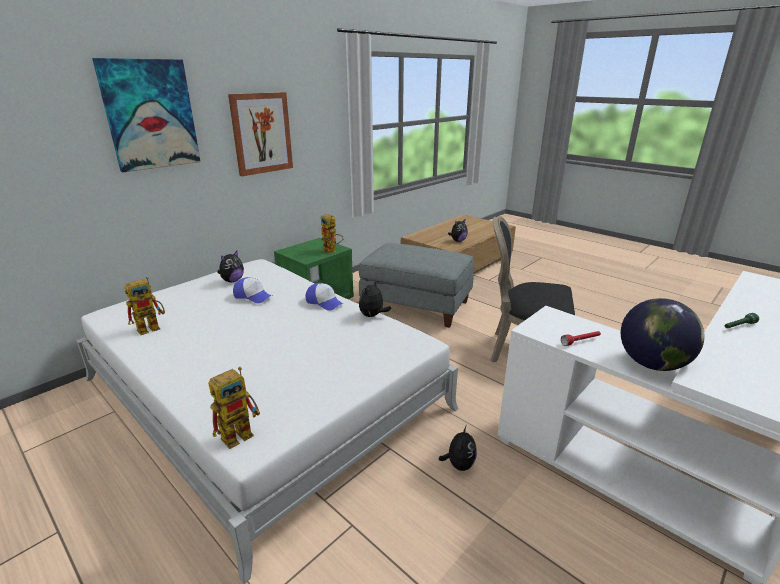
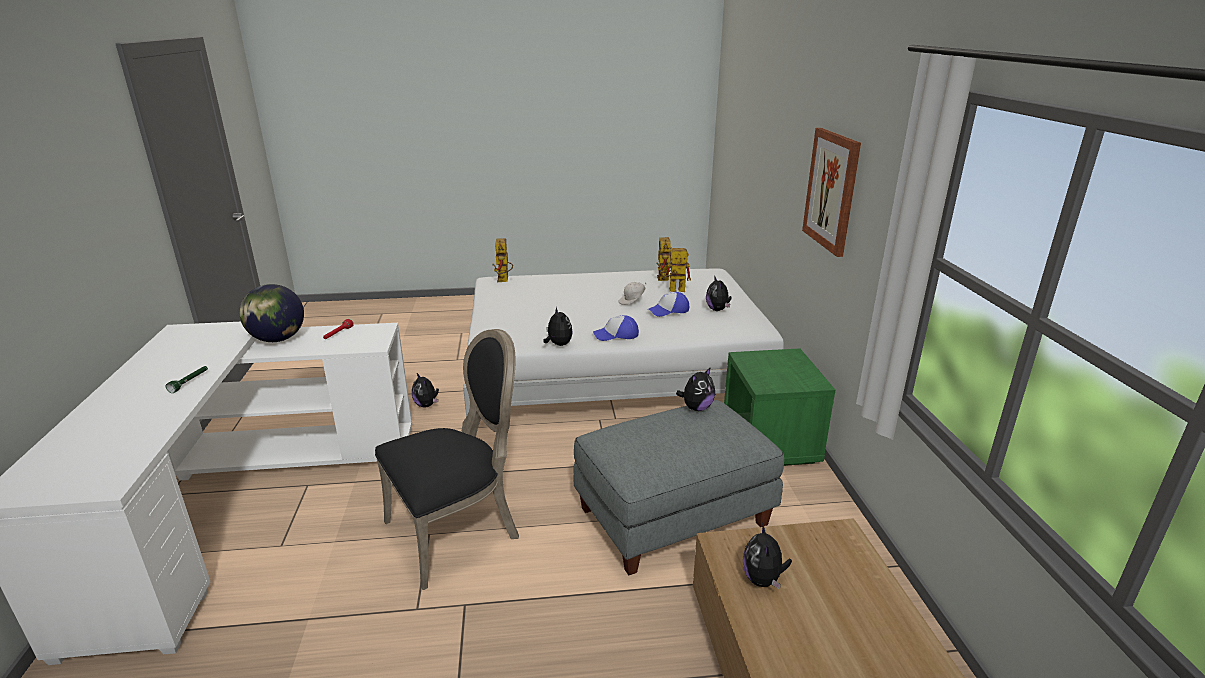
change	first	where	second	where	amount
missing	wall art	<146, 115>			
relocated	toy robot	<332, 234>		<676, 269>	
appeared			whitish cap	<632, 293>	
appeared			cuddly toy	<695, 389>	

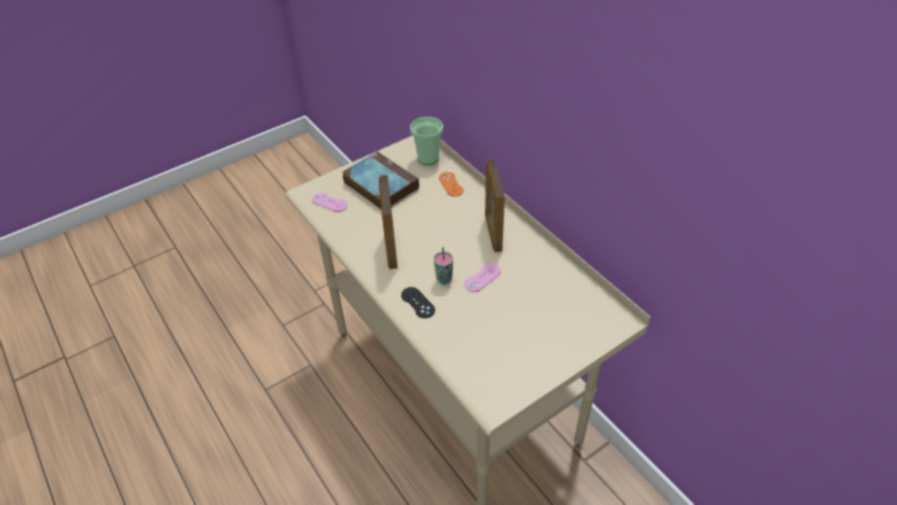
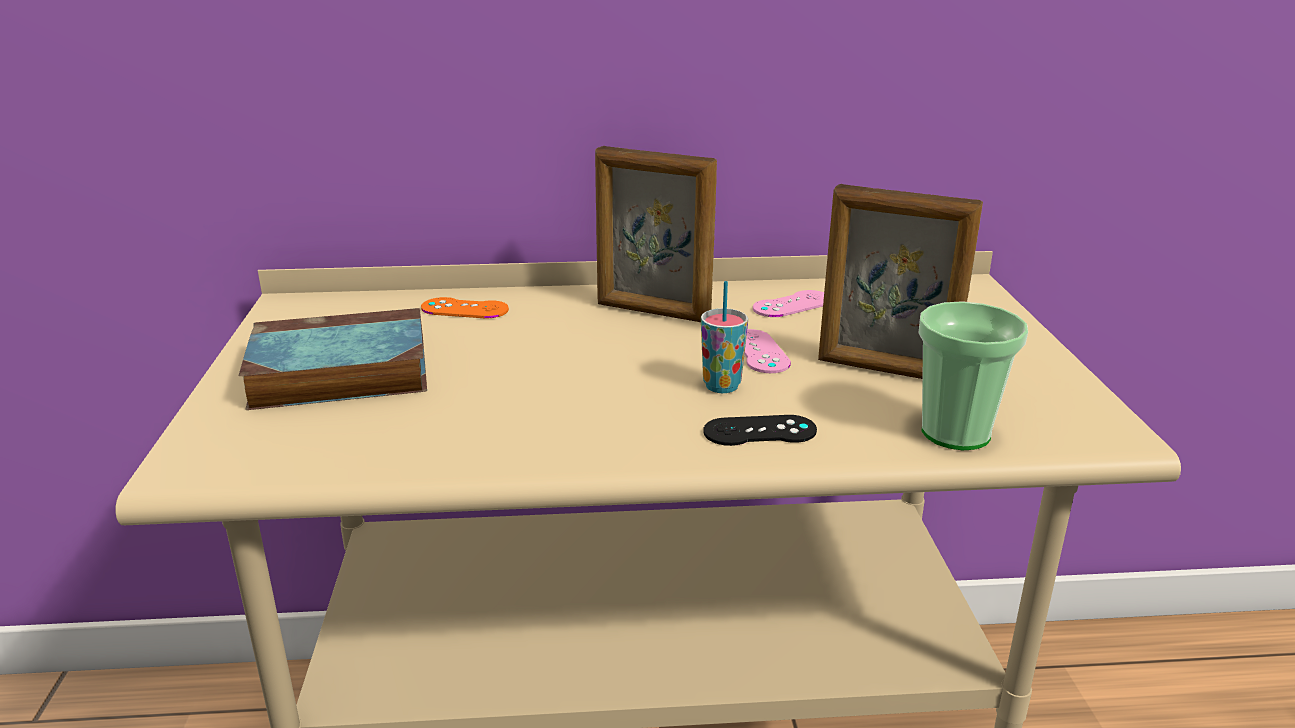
change	first	where	second	where	amount
relocated	small cup	<426, 141>		<973, 375>	
relocated	photo frame	<388, 222>		<900, 281>	
relocated	pinkish joypad	<329, 202>		<788, 303>	

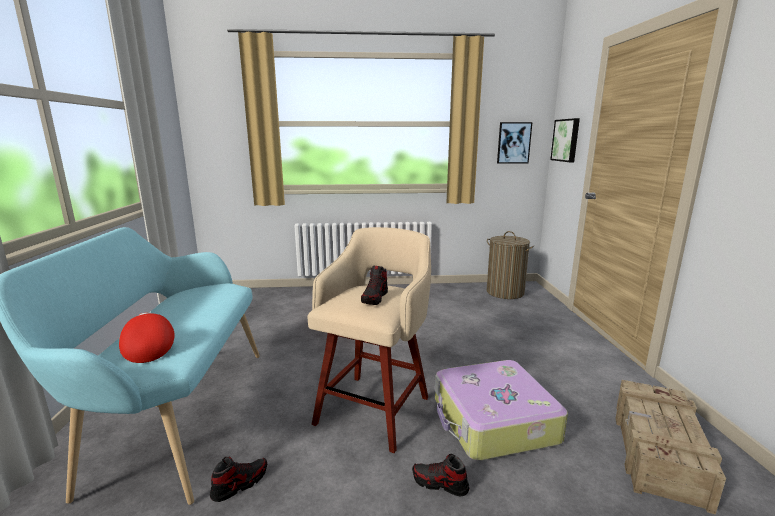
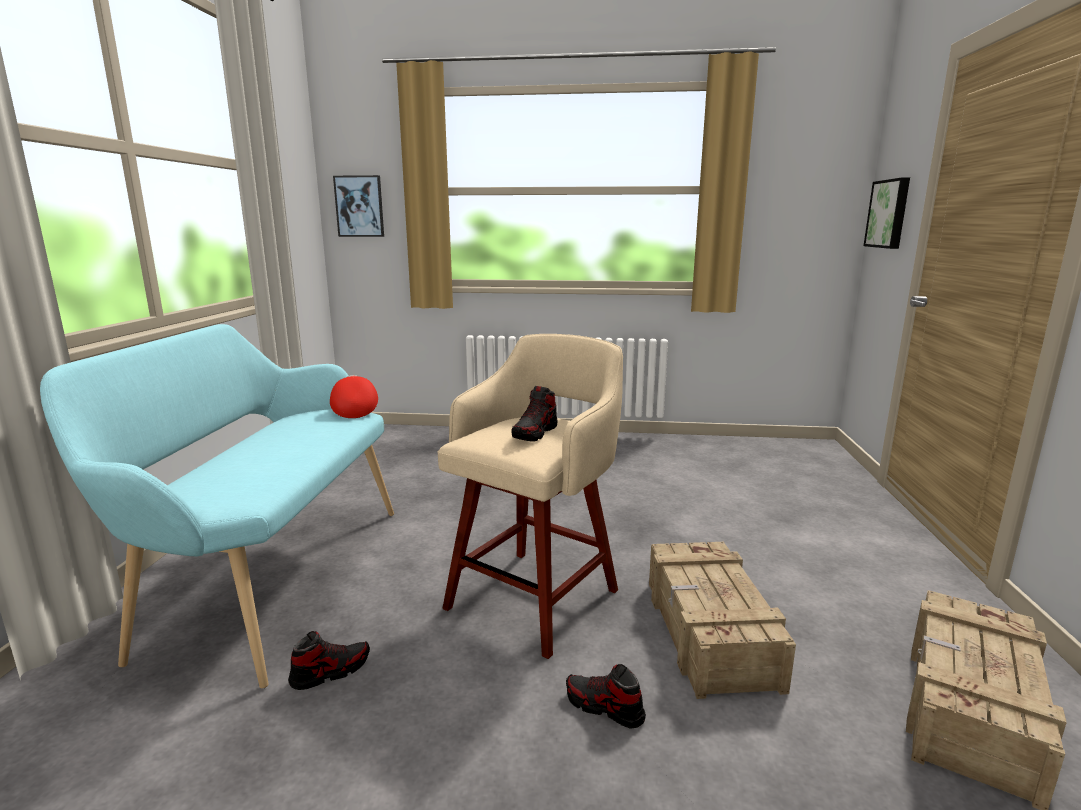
change	first	where	second	where	amount
relocated	wall art	<514, 143>		<358, 206>	
missing	hamper	<510, 265>			
relocated	red-coloured cap	<147, 337>		<354, 396>	
exchanged	travel case	<501, 410>	shipping crate	<722, 620>	

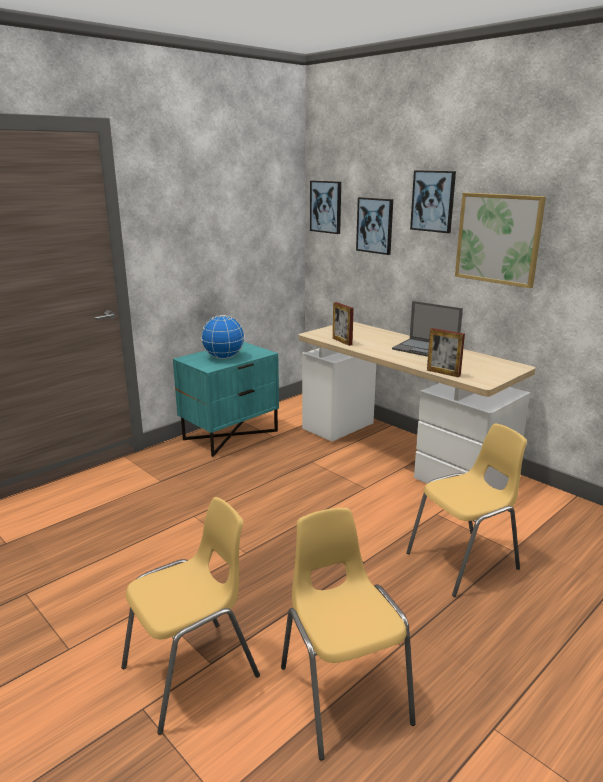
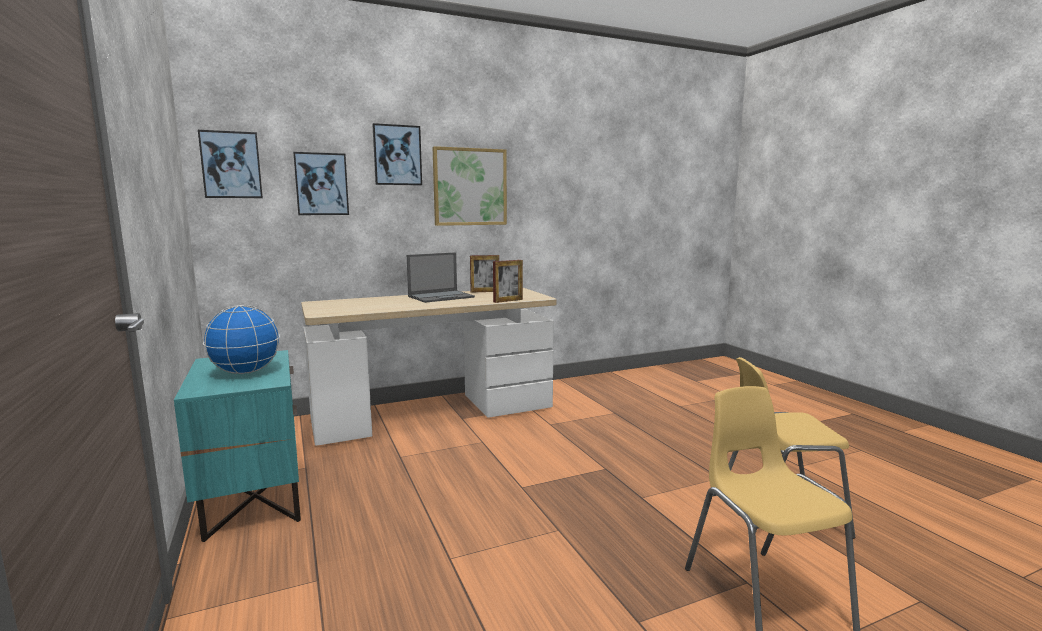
change	first	where	second	where	amount
relocated	photo frame	<343, 324>		<484, 274>	
missing	yellow plain chair	<466, 510>			

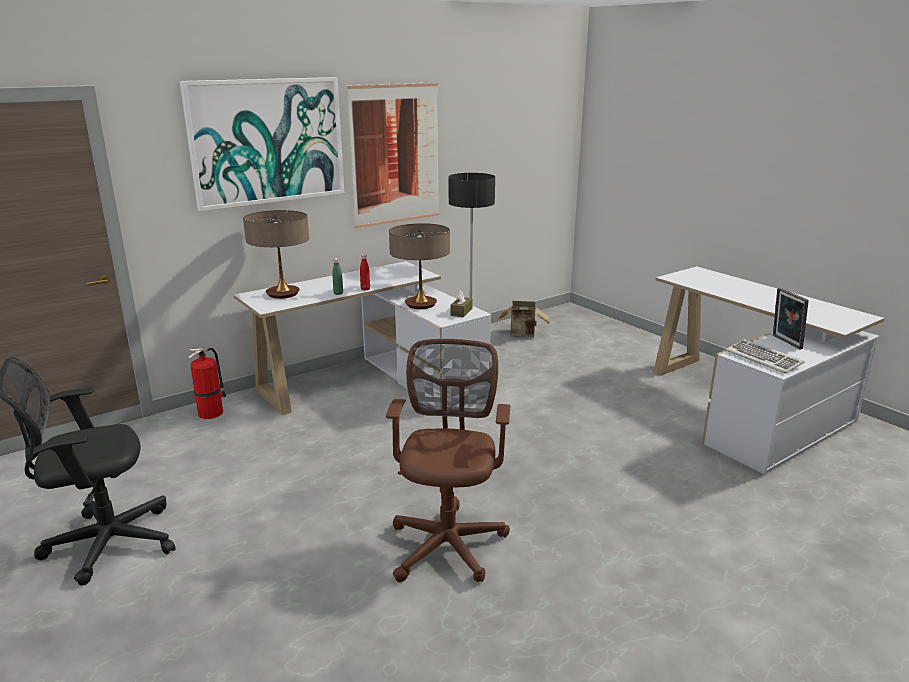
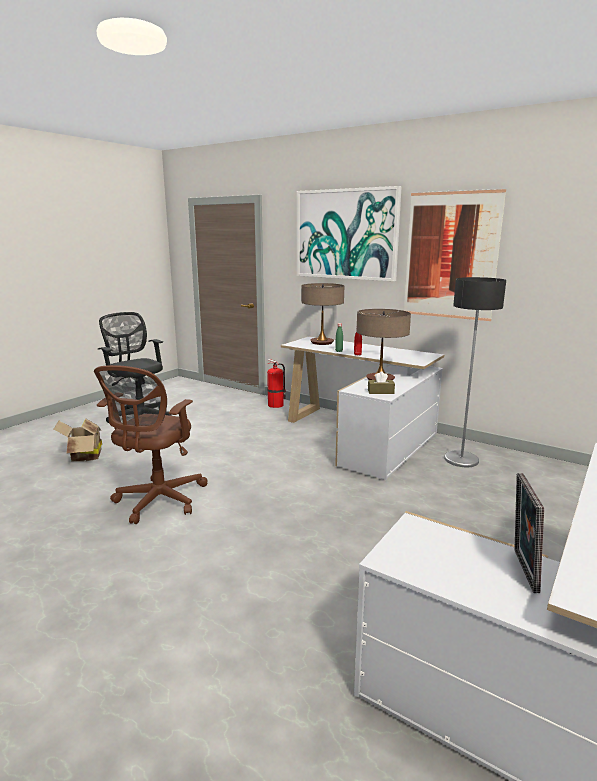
change	first	where	second	where	amount
spun	photo frame	<791, 318>		<529, 533>	45 degrees counterclockwise
relocated	cardboard box	<523, 319>		<78, 440>	
spun	brownish desk chair	<448, 460>		<151, 444>	120 degrees clockwise
missing	PC keyboard	<765, 356>			

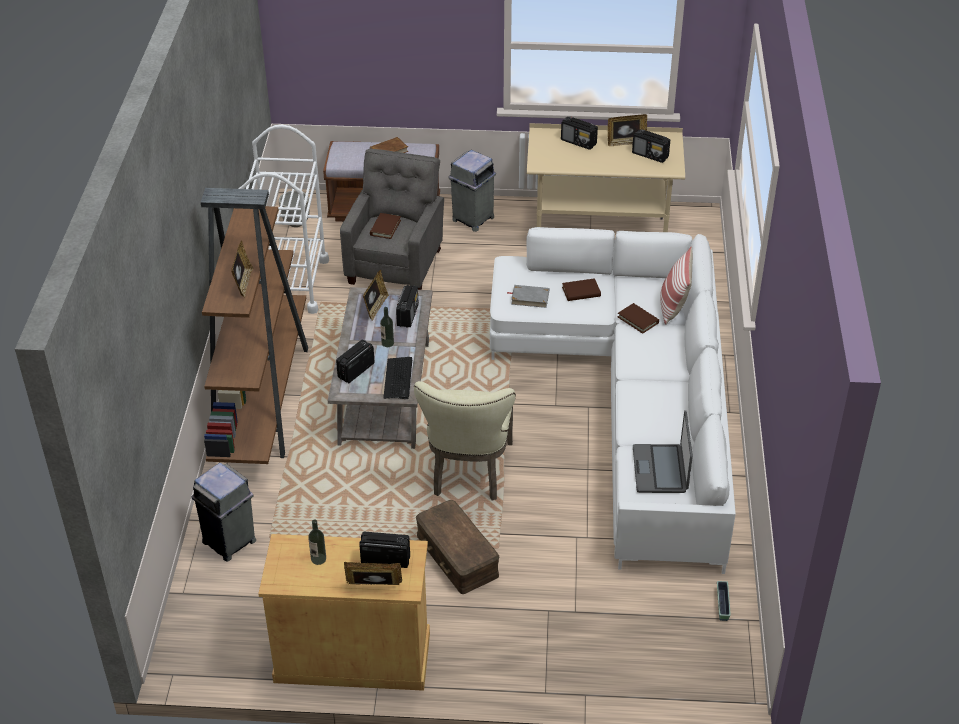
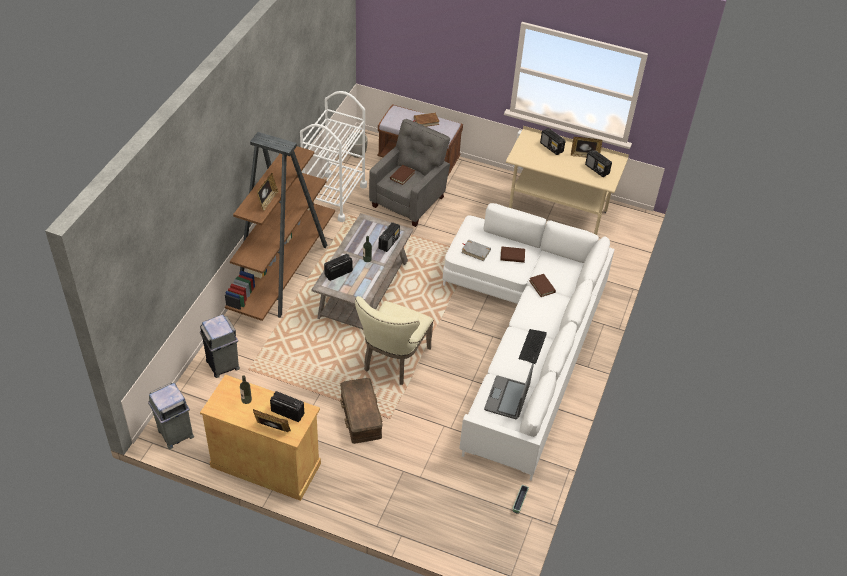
change	first	where	second	where	amount
relocated	greyish waste bin	<472, 191>		<171, 416>	
missing	pillow	<676, 285>			
missing	photo frame	<376, 295>			
relocated	PC keyboard	<397, 378>		<532, 346>	

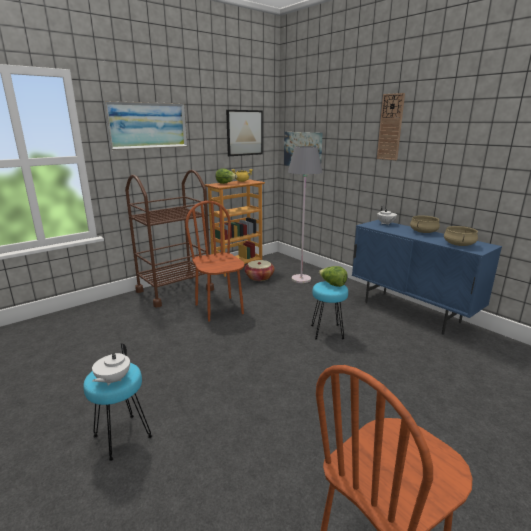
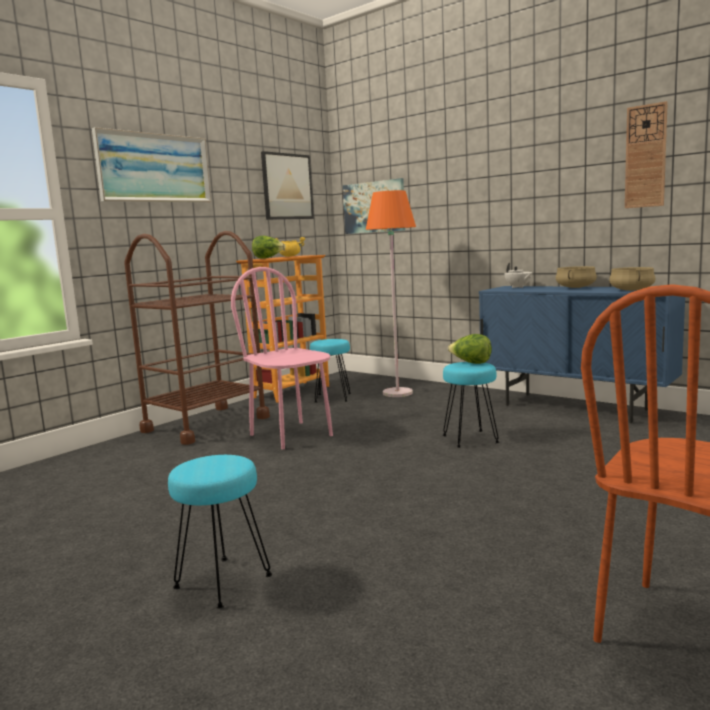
change	first	where	second	where	amount
relocated	hanging clock	<391, 126>		<646, 154>	
colour	greyish floor lamp	<305, 214>	orange-coloured floor lamp	<391, 293>	
colour	brownish plain chair	<215, 261>	pinkish plain chair	<282, 358>	
exchanged	storage basket	<259, 270>	turquoise-coloured stool	<330, 371>	
missing	whitish teapot	<111, 364>			

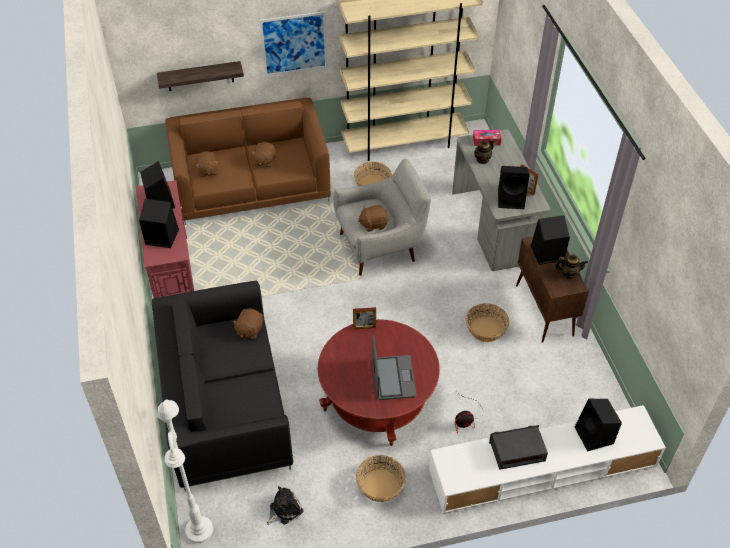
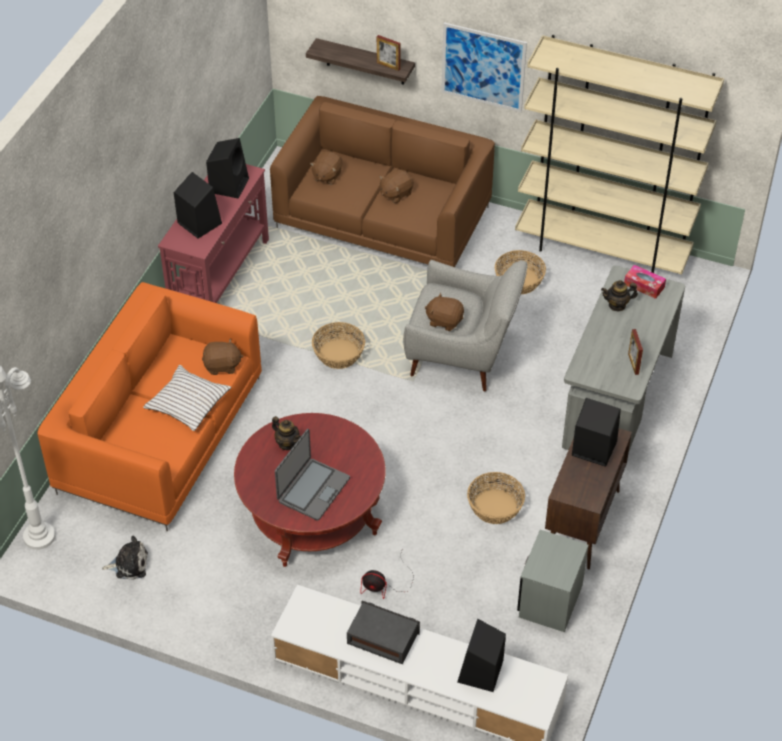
change	first	where	second	where	amount
missing	blackish loudspeaker	<514, 187>			
relocated	teapot	<571, 266>		<286, 433>	
colour	blackish sofa	<222, 386>	orange-coloured sofa	<149, 406>	
relocated	photo frame	<364, 318>		<389, 53>	
spun	brownish cuddly toy	<248, 324>		<222, 357>	150 degrees counterclockwise
relocated	storage basket	<381, 478>		<338, 345>	
appeared			whitish pillow	<187, 398>	
appeared			greyish bedside table	<553, 581>	

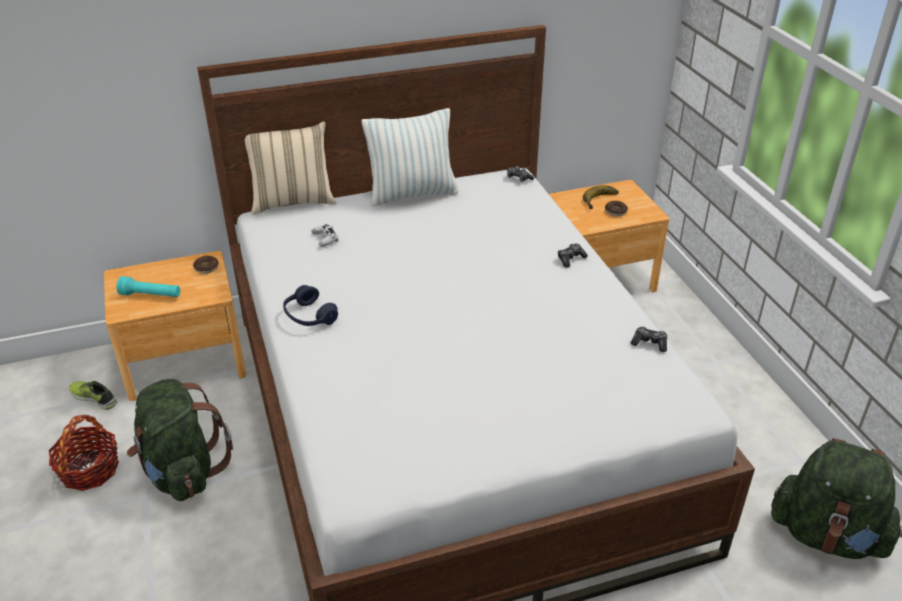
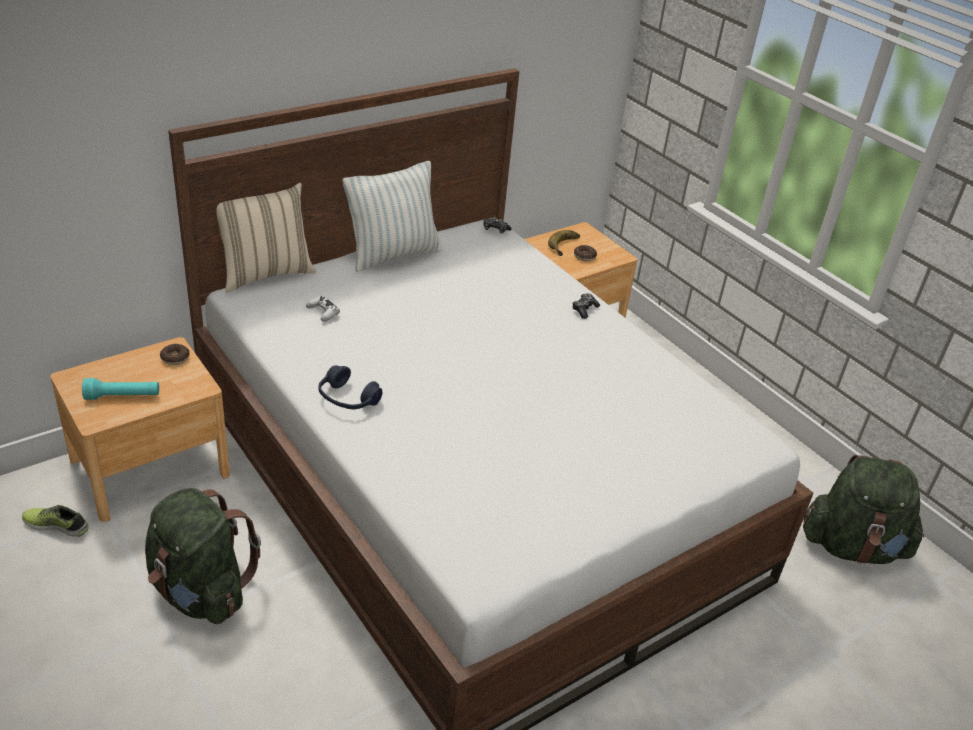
change	first	where	second	where	amount
missing	joypad	<649, 339>			
missing	storage basket	<84, 453>			

